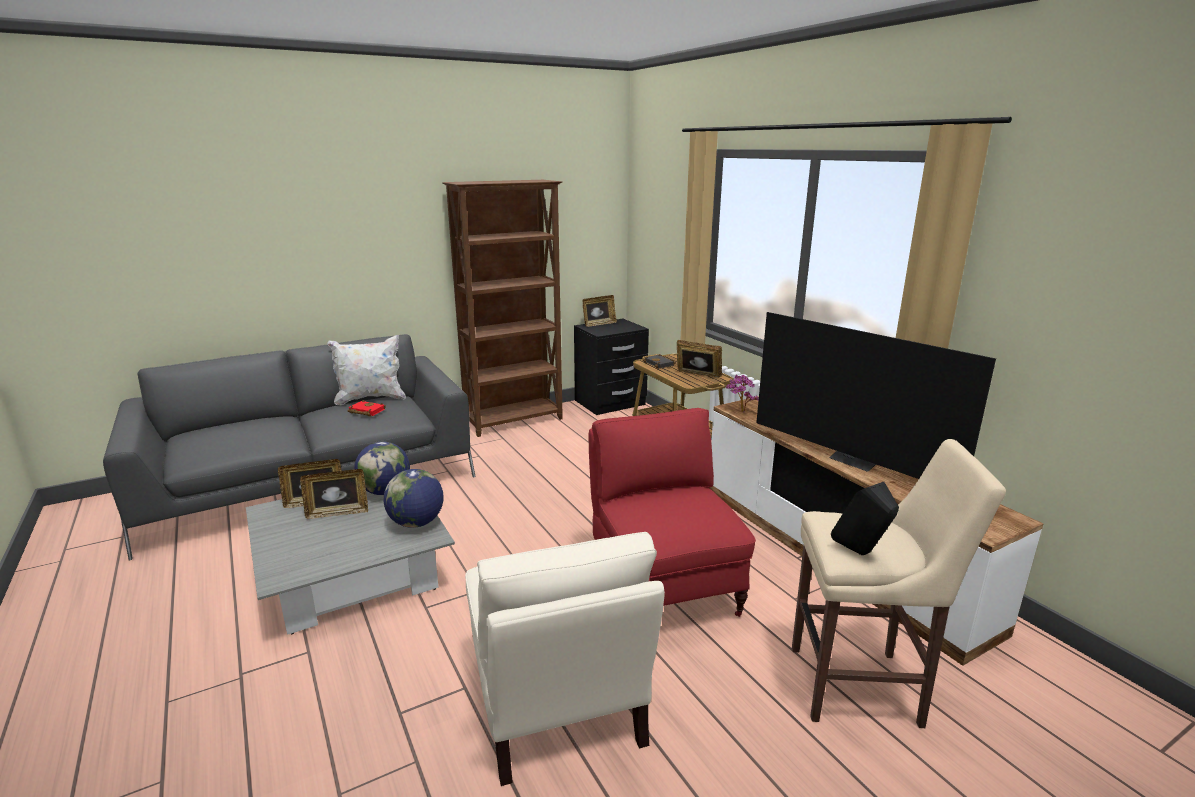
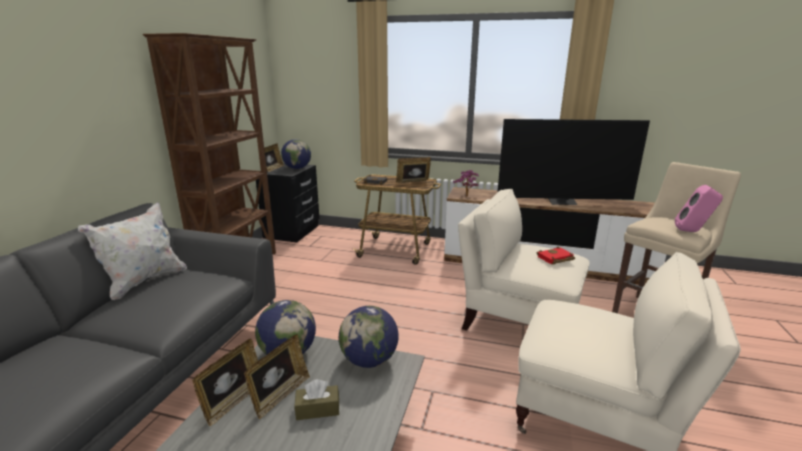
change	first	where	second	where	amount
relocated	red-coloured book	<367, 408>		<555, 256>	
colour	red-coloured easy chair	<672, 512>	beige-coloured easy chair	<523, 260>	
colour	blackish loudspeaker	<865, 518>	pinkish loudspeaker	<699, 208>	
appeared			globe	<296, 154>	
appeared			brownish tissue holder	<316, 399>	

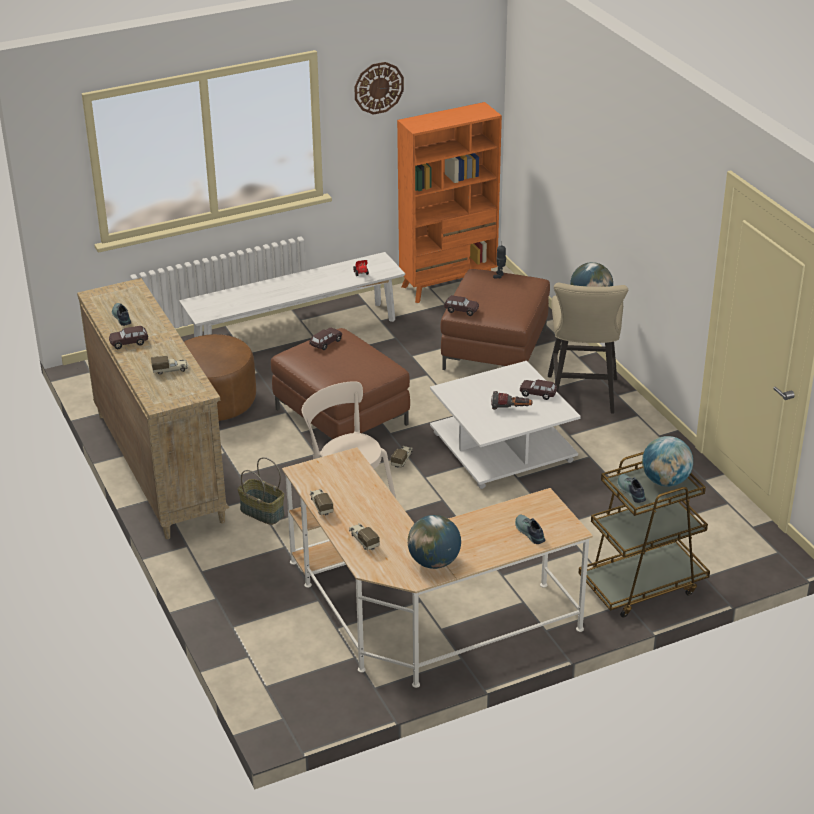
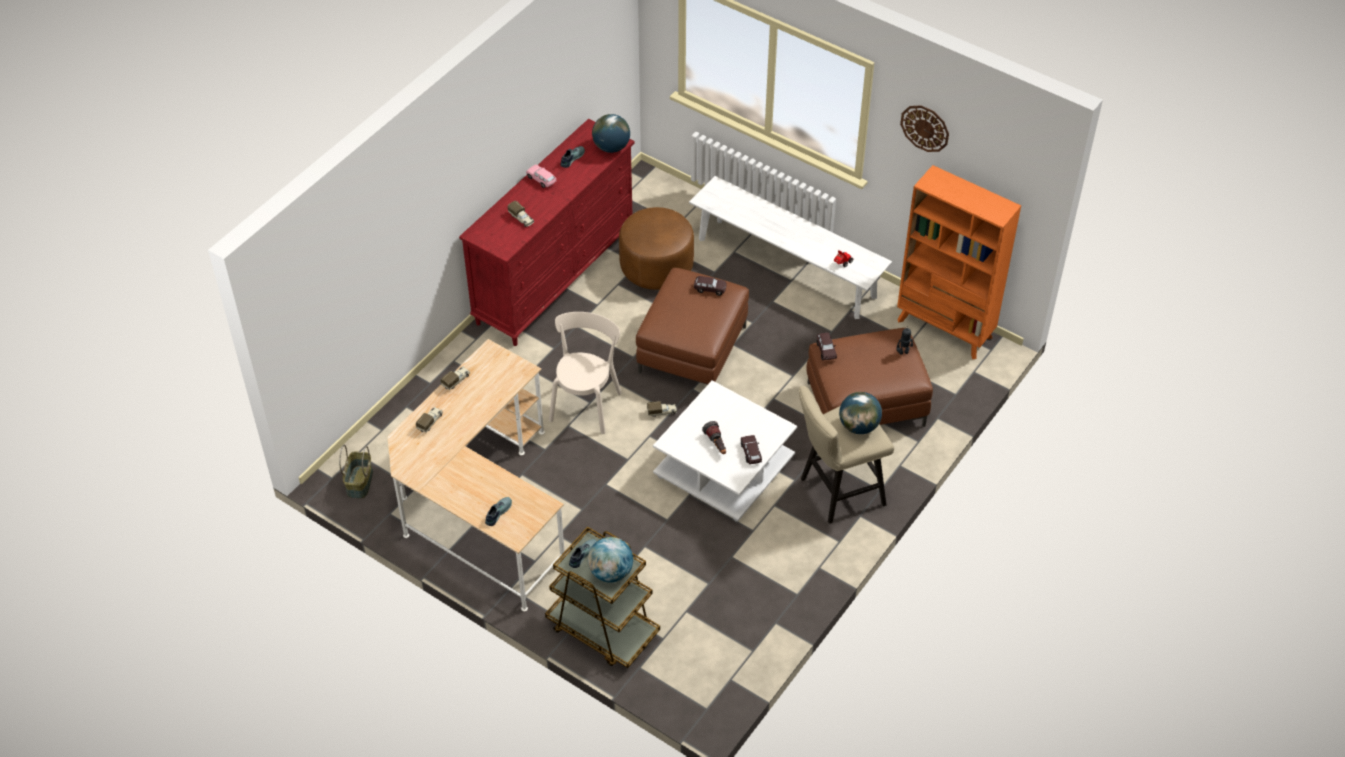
change	first	where	second	where	amount
colour	beige-coloured chest of drawers	<153, 408>	red-coloured chest of drawers	<547, 232>	
colour	brownish toy car	<128, 337>	pinkish toy car	<541, 176>	
relocated	storage basket	<261, 491>		<356, 471>	
relocated	globe	<434, 542>		<611, 133>	

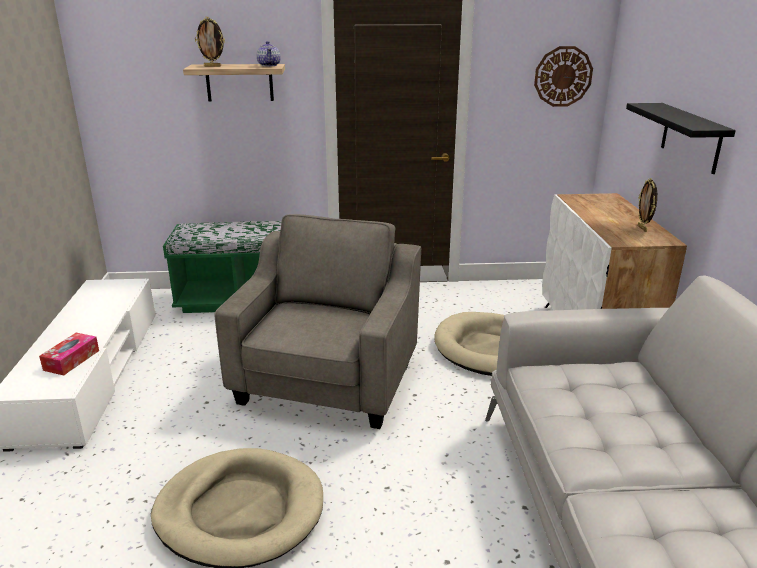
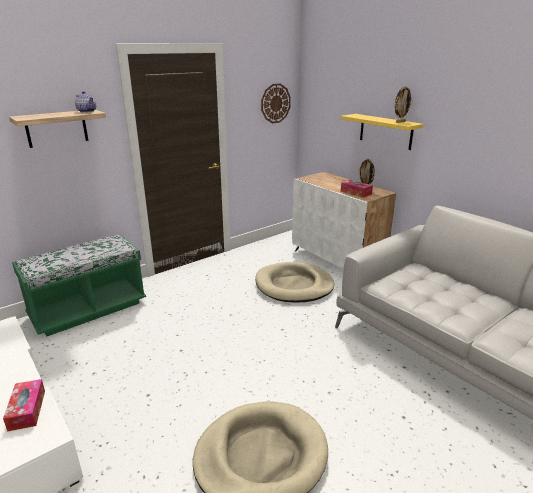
change	first	where	second	where	amount
relocated	photo frame	<210, 41>		<403, 104>	
colour	blackish wall shelf	<681, 138>	yellow wall shelf	<382, 132>	
missing	greyish easy chair	<317, 321>			
appeared			tissue holder	<357, 189>	

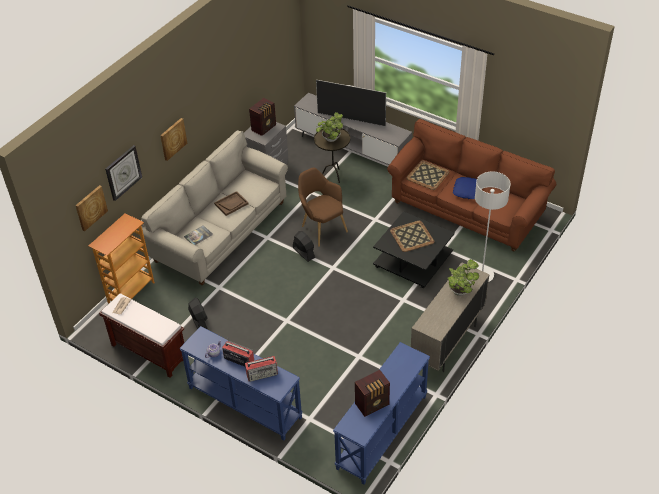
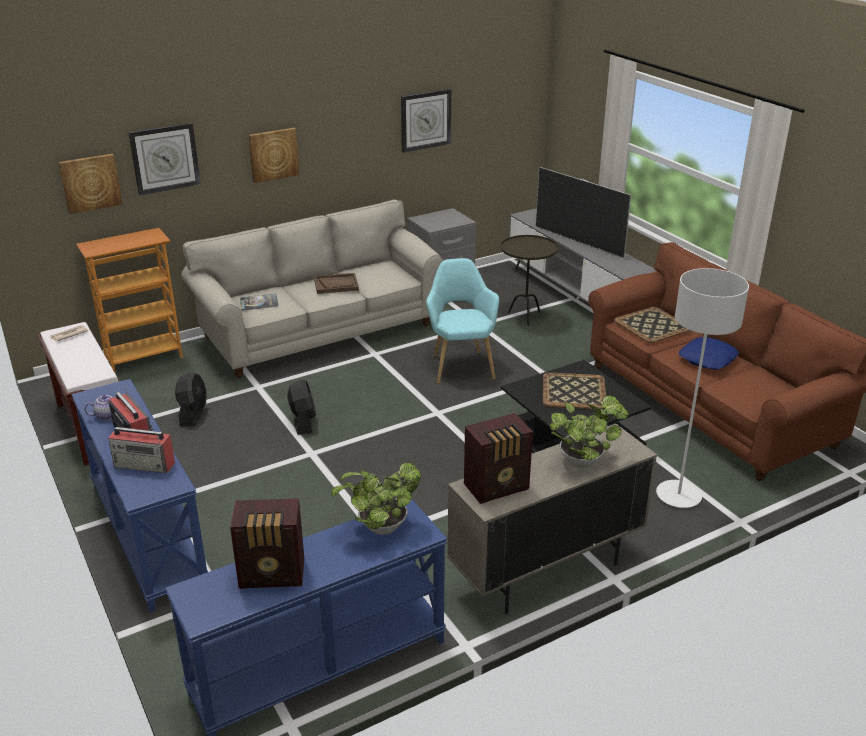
change	first	where	second	where	amount
relocated	radio set	<262, 117>		<498, 458>	
relocated	potted plant	<329, 127>		<376, 499>	
colour	brownish easy chair	<323, 207>	turquoise-coloured easy chair	<462, 321>	
relocated	blackish electric fan	<304, 246>		<301, 407>	
appeared			hanging clock	<426, 121>	

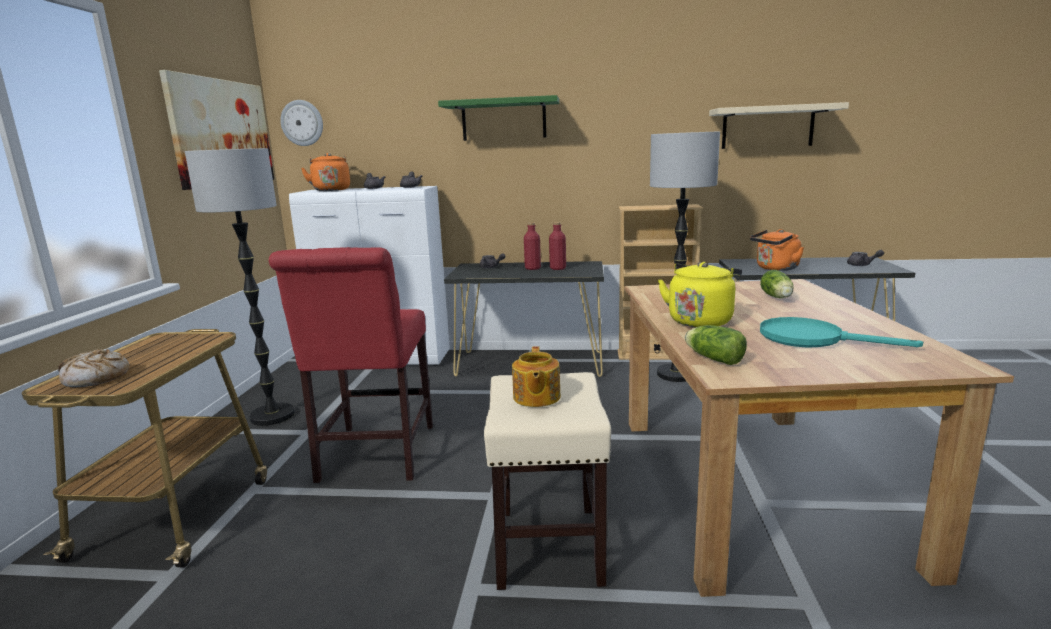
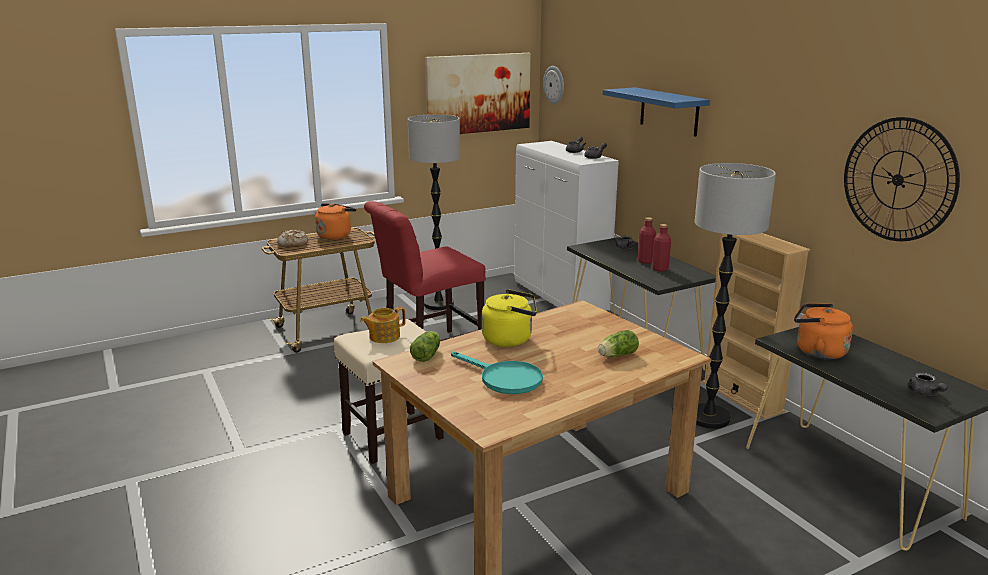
change	first	where	second	where	amount
colour	green wall shelf	<498, 118>	bluish wall shelf	<656, 112>	
exchanged	beige-coloured wall shelf	<779, 125>	hanging clock	<902, 179>	
relocated	orange-coloured water kettle	<325, 172>		<335, 222>	
spun	turquoise-coloured skillet	<841, 332>		<497, 372>	135 degrees clockwise

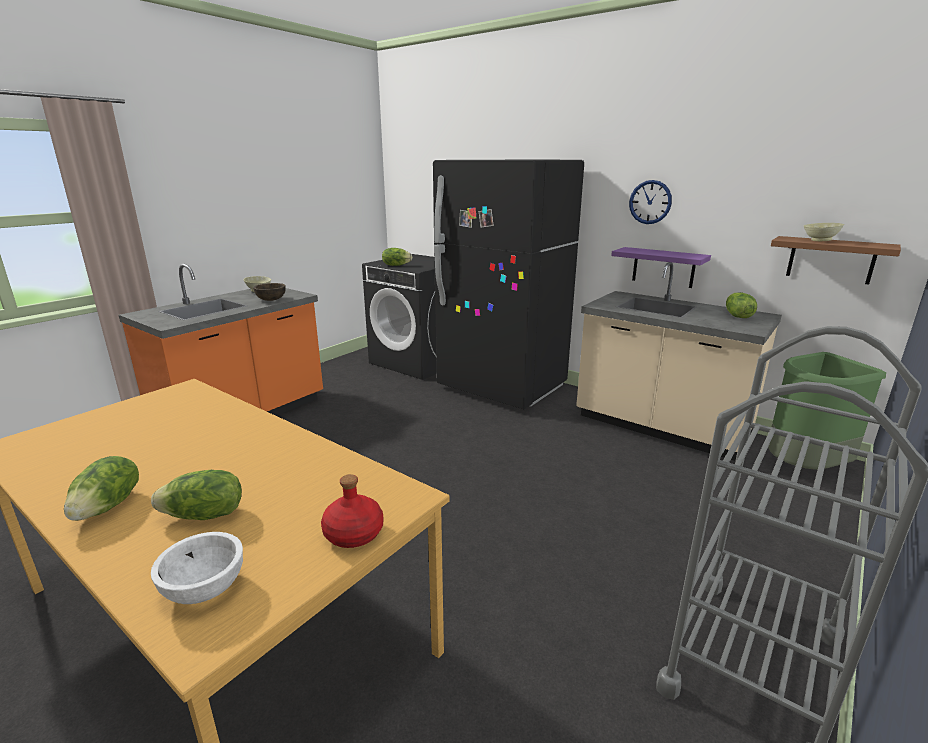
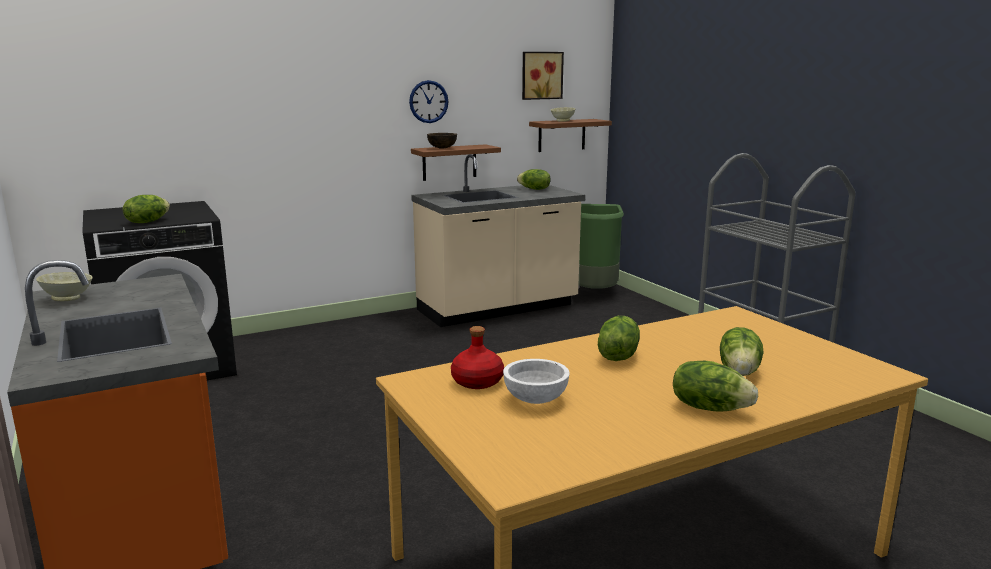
change	first	where	second	where	amount
missing	blackish kitchen fridge	<508, 284>			
colour	purple-coloured wall shelf	<661, 267>	brownish wall shelf	<456, 162>	
relocated	brownish bowl	<269, 292>		<442, 141>	
relocated	red-coloured beverage bottle	<352, 511>		<477, 357>	
relocated	whitish bowl	<197, 568>		<536, 381>	
appeared			wall art	<543, 76>	
appeared			head of lettuce	<619, 338>	

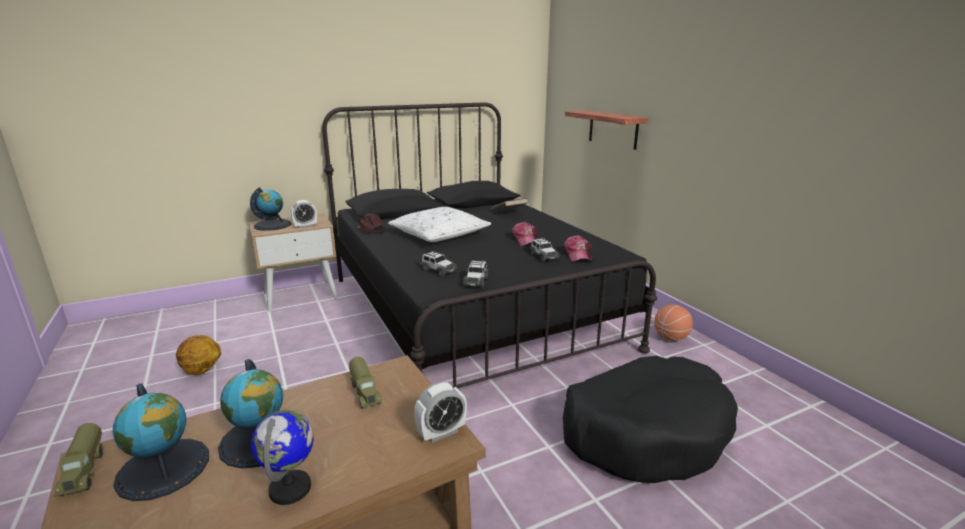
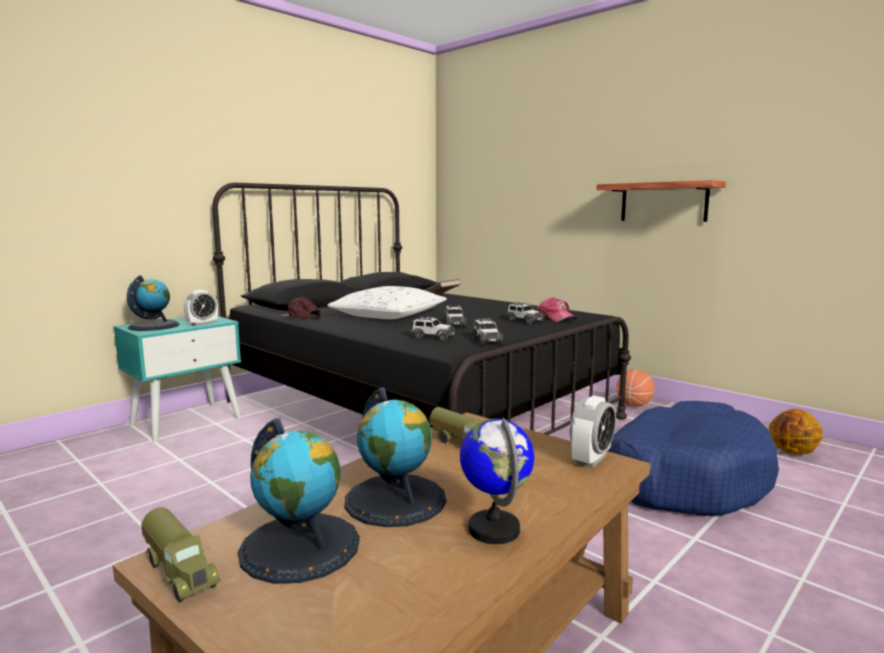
change	first	where	second	where	amount
relocated	wall shelf	<606, 130>		<661, 201>	
colour	beige-coloured bedside table	<293, 262>	turquoise-coloured bedside table	<177, 379>	
missing	cap	<525, 234>			
relocated	basketball ball	<198, 355>		<796, 432>	
colour	blackish dog cushion	<650, 419>	bluish dog cushion	<693, 458>	
appeared			toy car	<455, 316>	

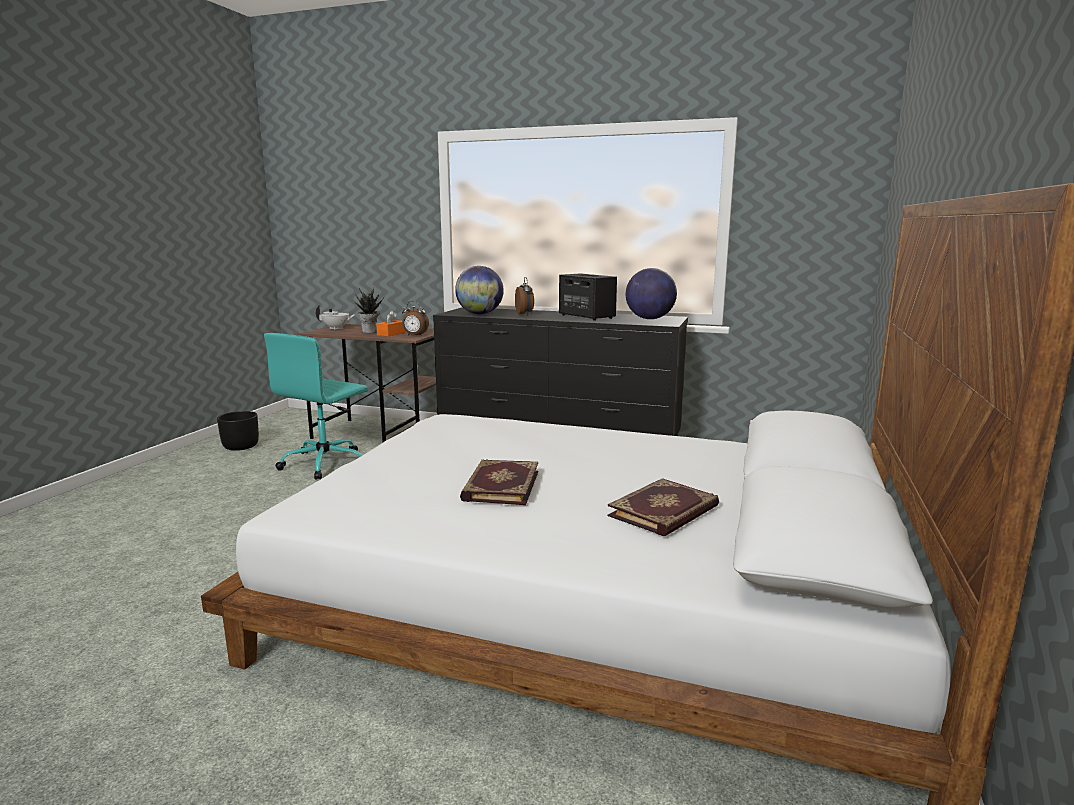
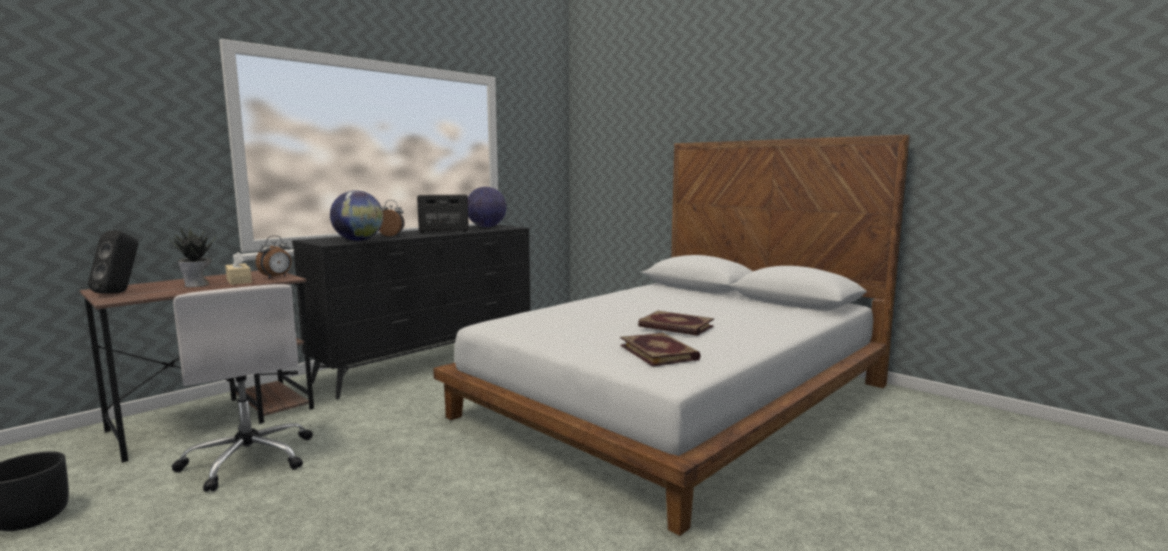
change	first	where	second	where	amount
exchanged	whitish teapot	<336, 317>	blackish loudspeaker	<113, 262>	
colour	orange-coloured tissue holder	<391, 323>	beige-coloured tissue holder	<238, 268>	
colour	turquoise-coloured desk chair	<316, 406>	whitish desk chair	<242, 388>	
relocated	book	<663, 507>		<660, 350>	

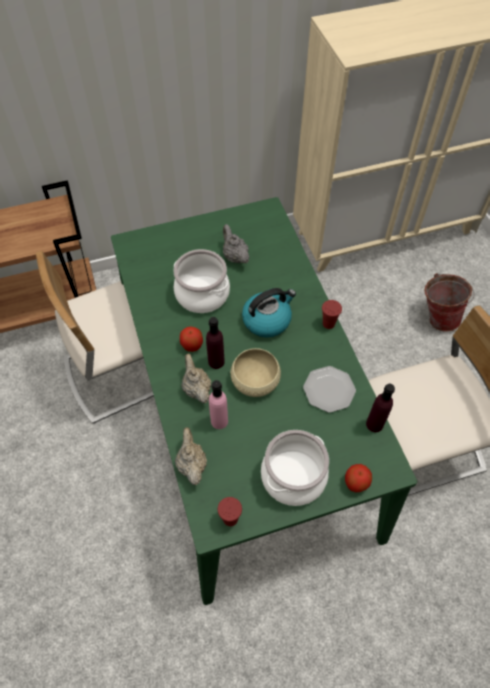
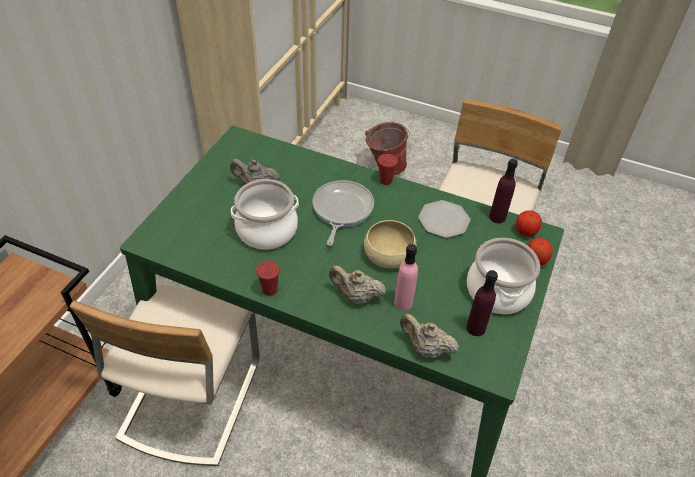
change	first	where	second	where	amount
exchanged	water kettle	<269, 312>	skillet	<343, 213>	
relocated	purple-coloured beverage bottle	<215, 343>		<482, 303>	
relocated	whole apple	<191, 339>		<529, 223>	
relocated	red-coloured small cup	<230, 511>		<268, 278>	

